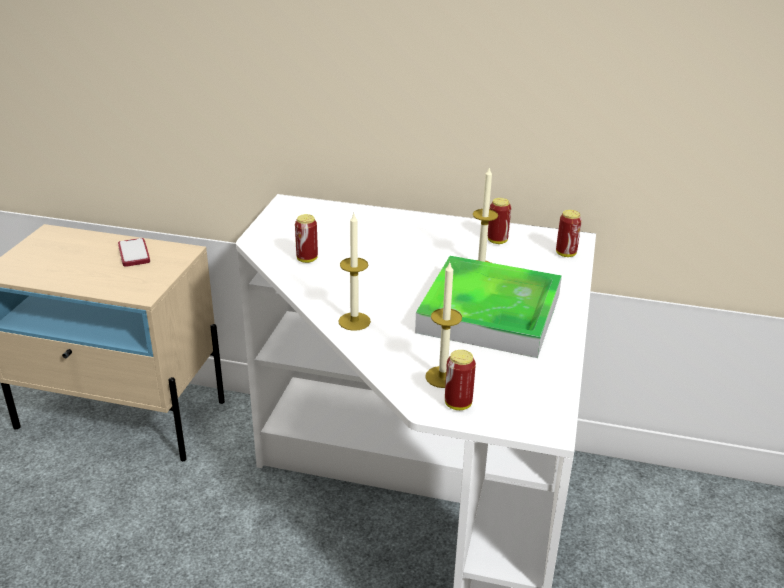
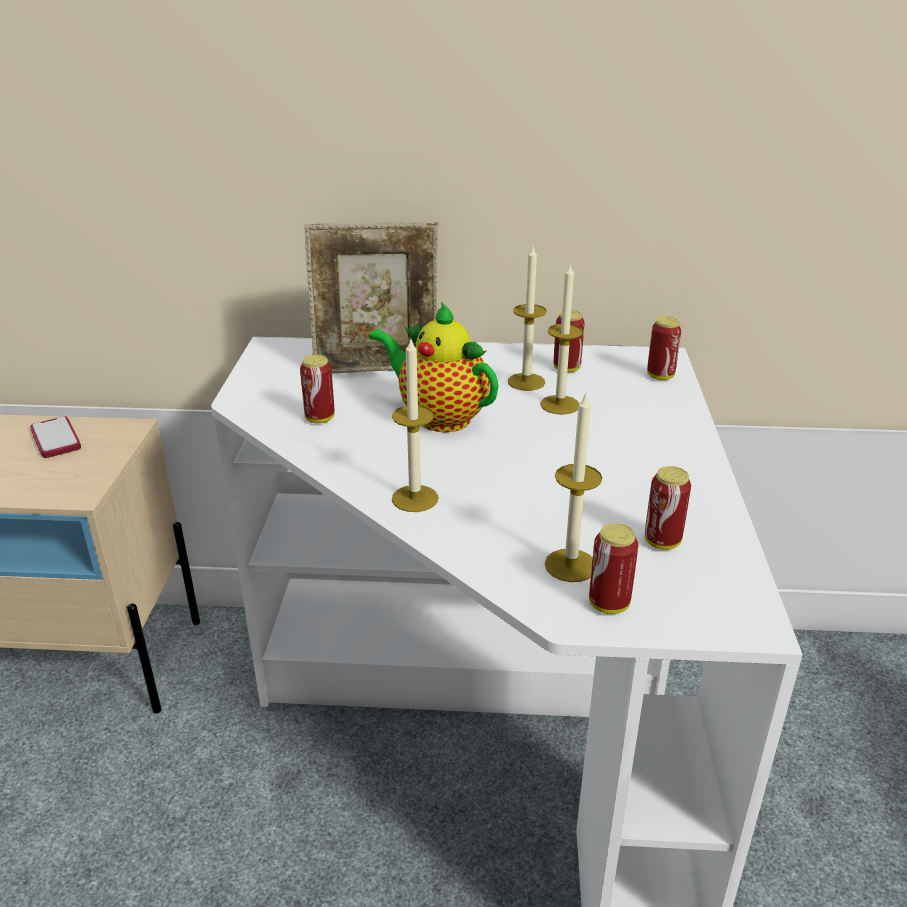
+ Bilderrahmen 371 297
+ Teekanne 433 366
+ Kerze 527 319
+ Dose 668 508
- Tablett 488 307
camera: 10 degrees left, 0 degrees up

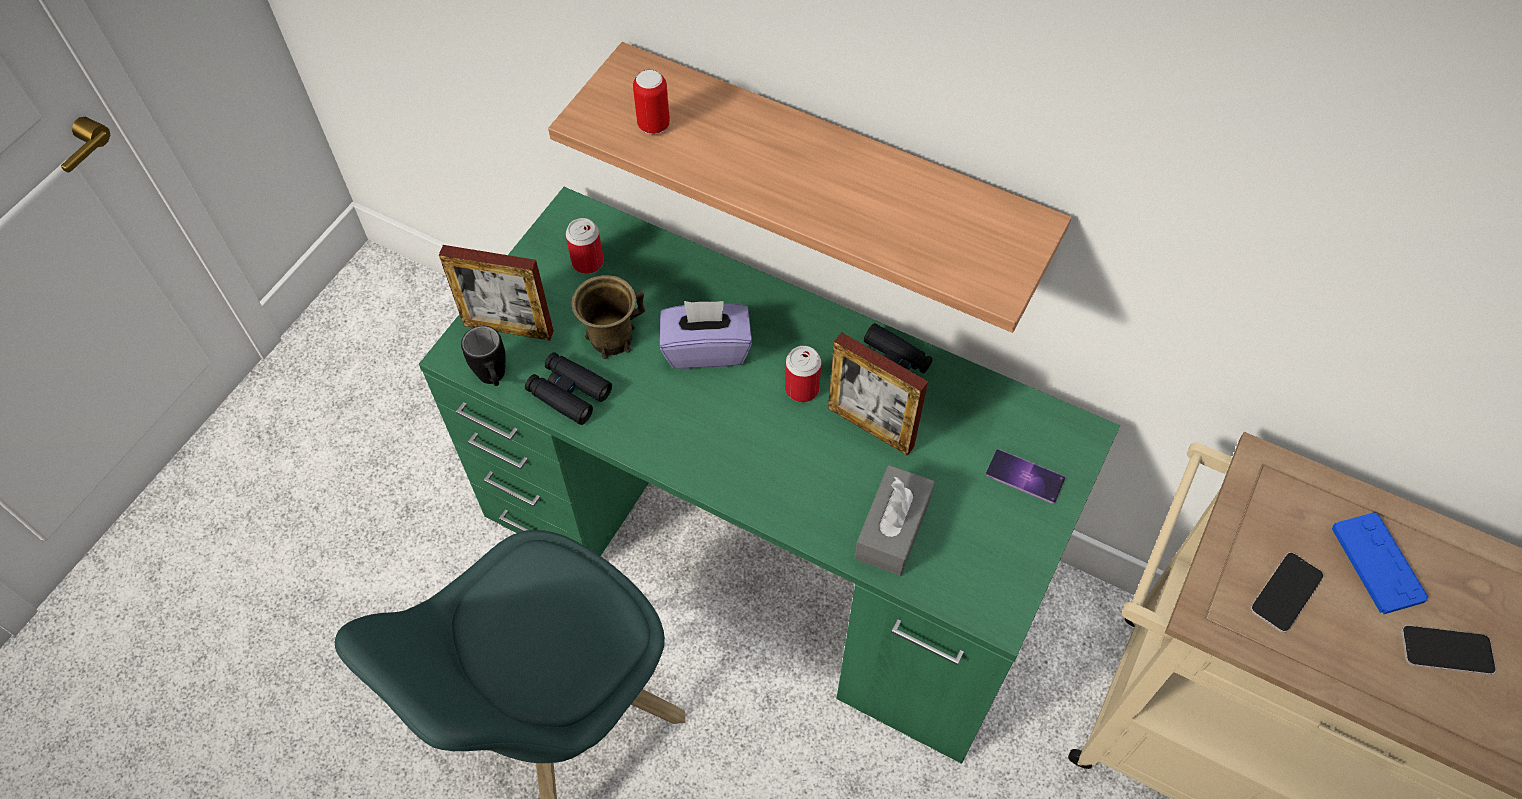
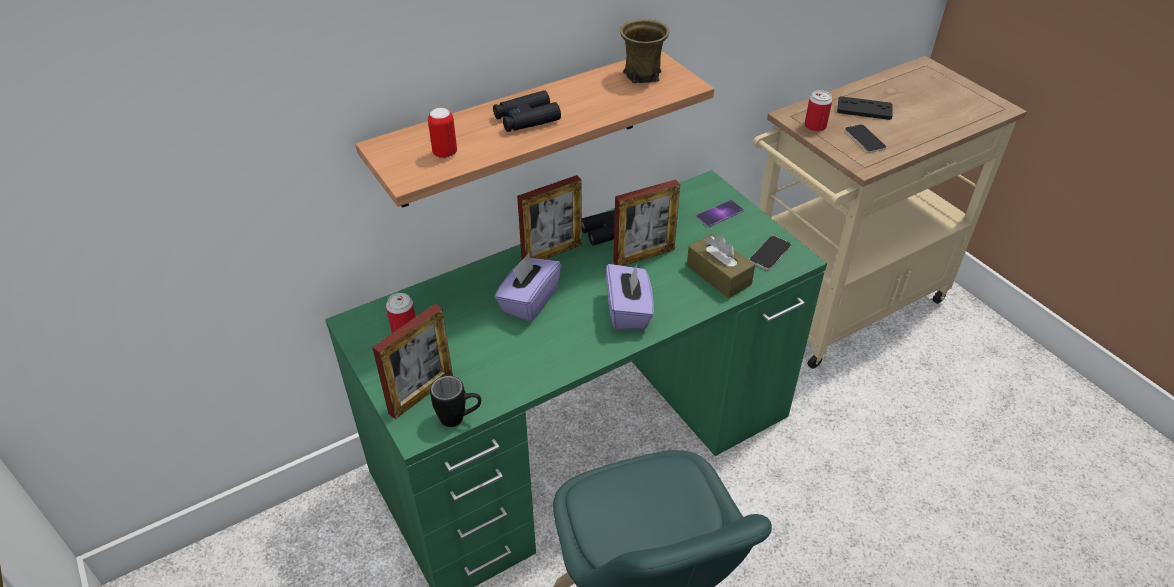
~ Fernglas (schwarz) 568 388 to 527 111
+ Bilderrahmen 549 217
+ Taschentuchbox (lila) 630 297
~ Henkelbecher (braun) 608 317 to 645 51
~ Taschentuchbox (grau) 895 520 to Taschentuchbox (braun) 721 266
~ Handy 1448 650 to 770 253
~ Dose 803 374 to 818 111
~ Gamepad (blau) 1380 563 to Gamepad (schwarz) 865 108
camera: 60 degrees left, 15 degrees down

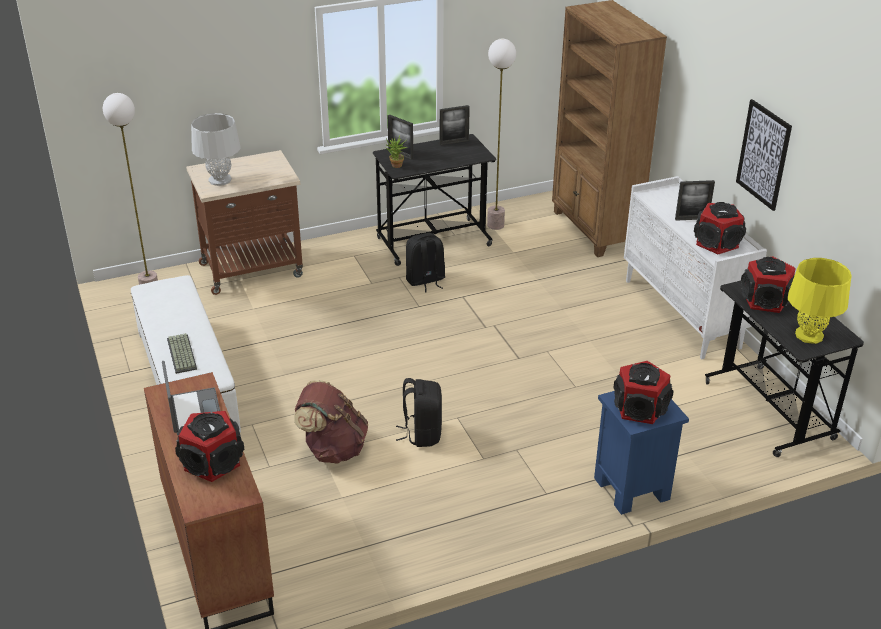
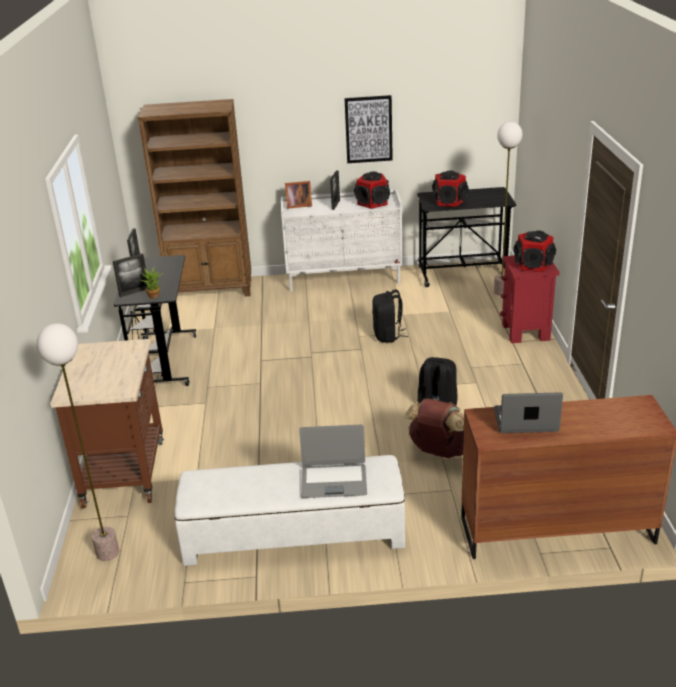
+ Bilderrahmen 298 195
~ Tastatur 182 353 to Laptop 333 461
~ Rucksack (schwarz) 425 263 to 390 316
~ Stehlampe 501 134 to 508 208
~ Nachttisch (blau) 641 453 to Nachttisch (rot) 530 299
- Lautsprecher 209 446
- Tischlampe (grau) 216 149
- Tischlampe (gelb) 819 301
camera: 70 degrees left, 5 degrees down

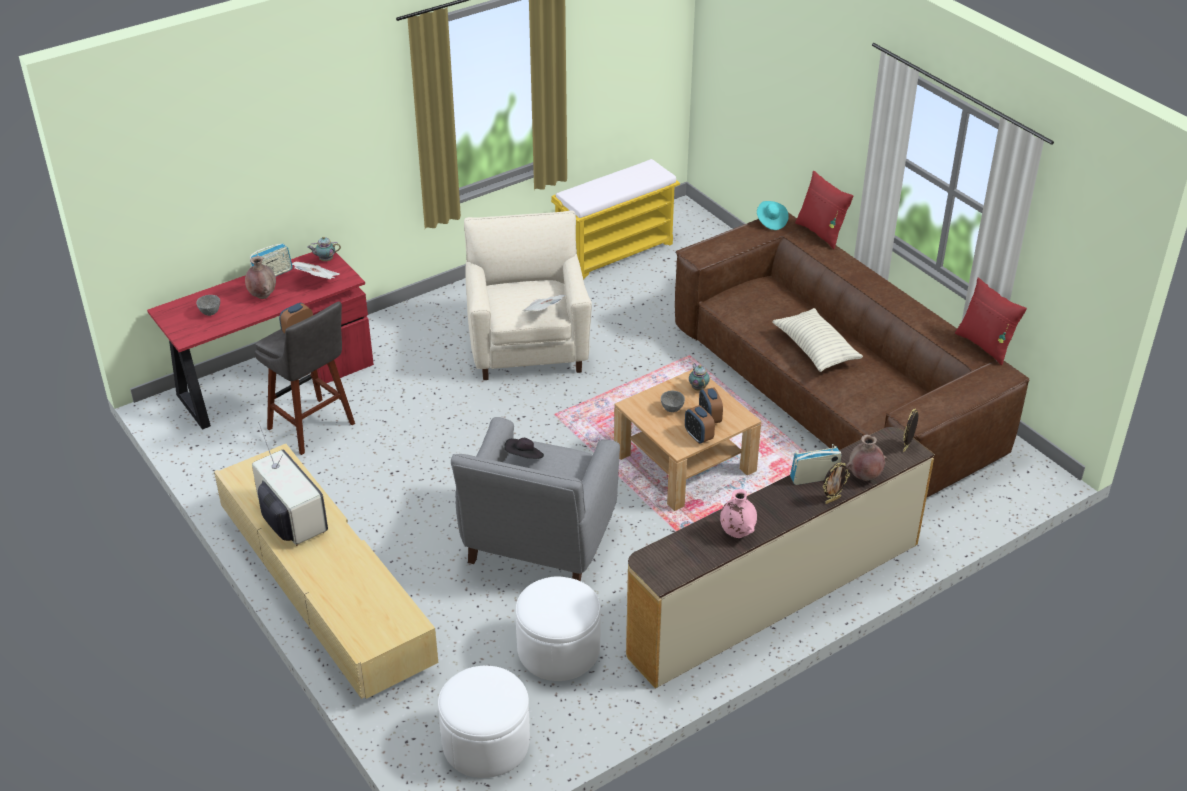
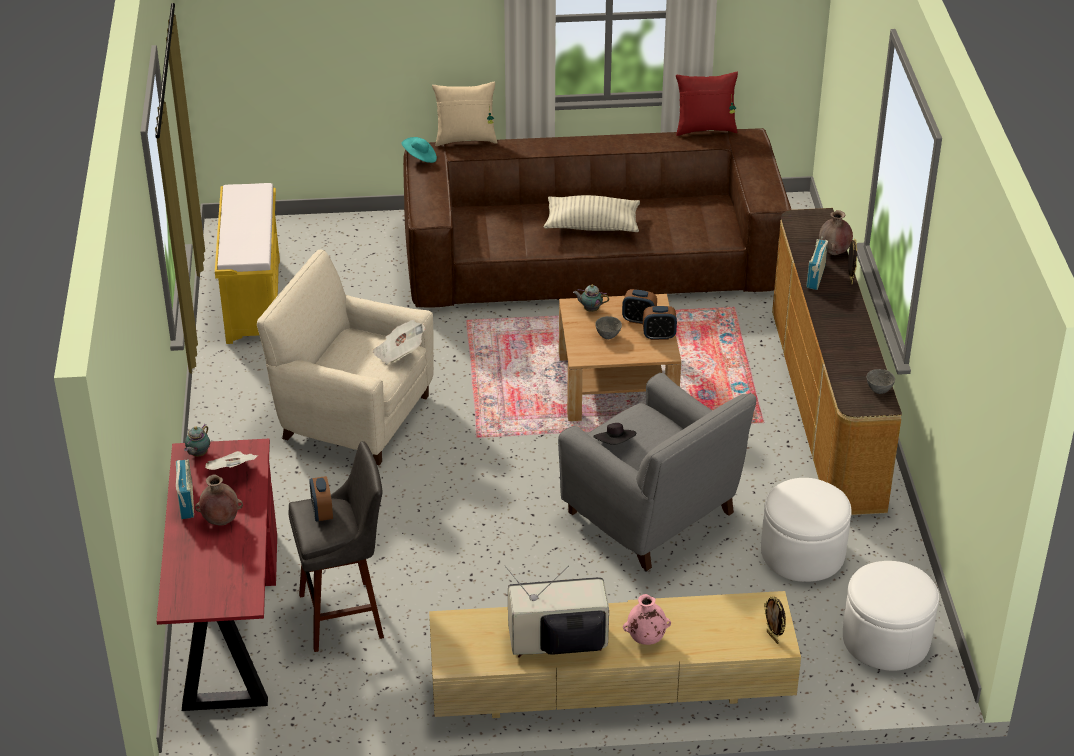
~ Kissen (rot) 824 210 to Kissen (beige) 465 114
~ Vase (rosa) 738 513 to 647 619
~ Bilderrahmen 910 430 to 775 620
~ Schüssel (grau) 208 305 to 881 381
camera: 60 degrees left, 0 degrees up

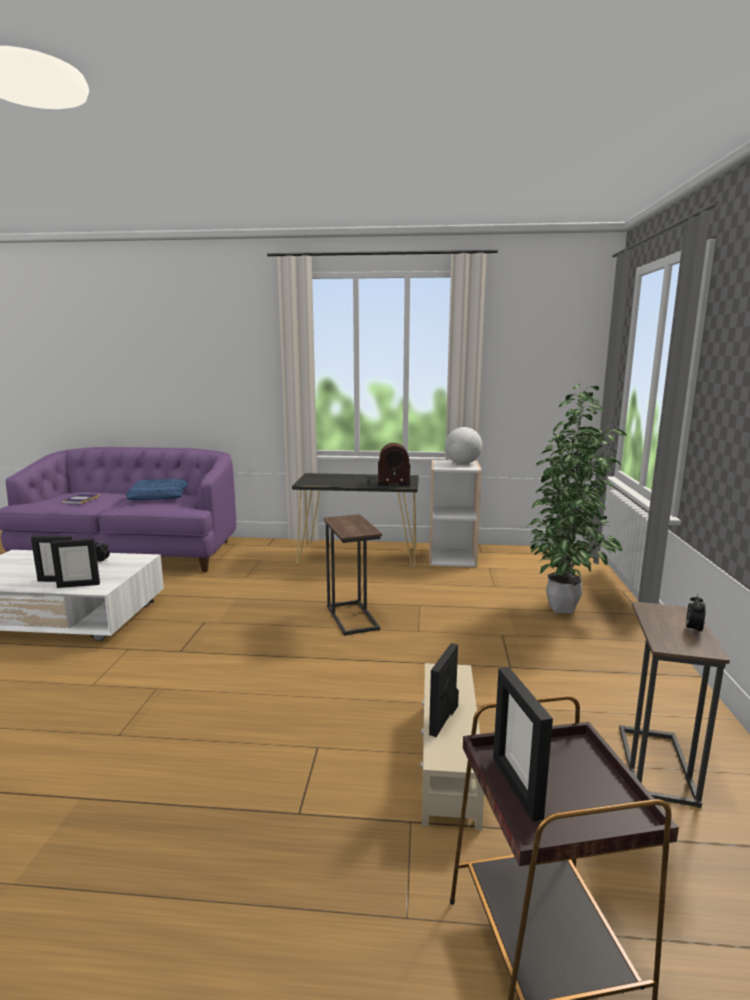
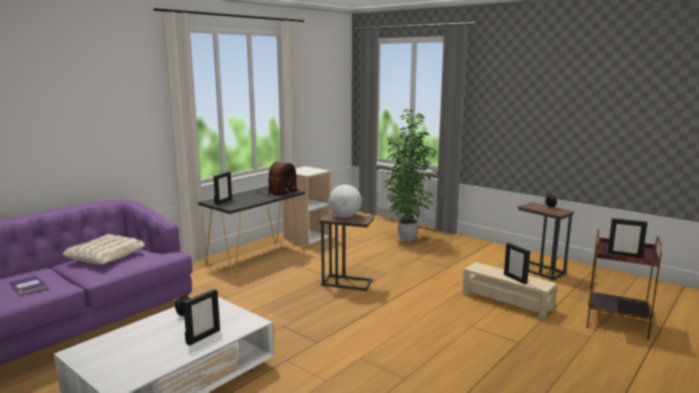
~ Kissen (blau) 157 489 to Kissen (beige) 104 249
~ Bilderrahmen 75 563 to 222 188
~ Globus 463 445 to 345 201
camera: 55 degrees left, 0 degrees up

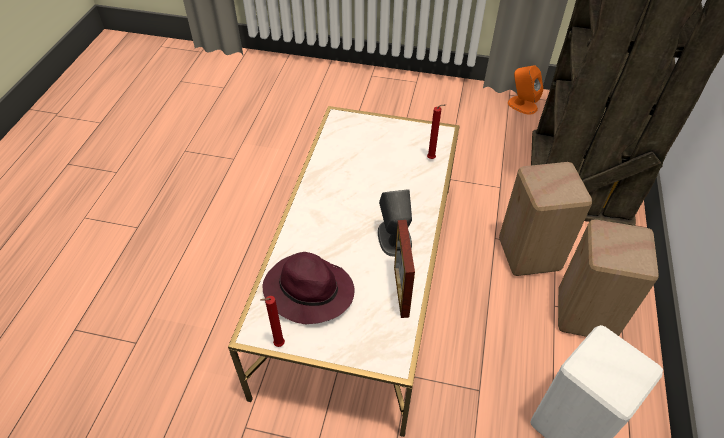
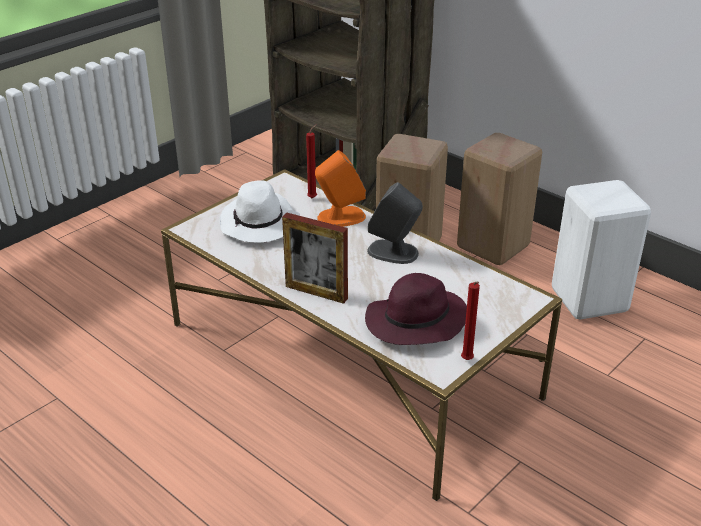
+ Hut (weiß) 260 211
~ Bilderrahmen 404 269 to 315 258
~ Lautsprecher (orange) 526 90 to 340 188
camera: 60 degrees left, 15 degrees down

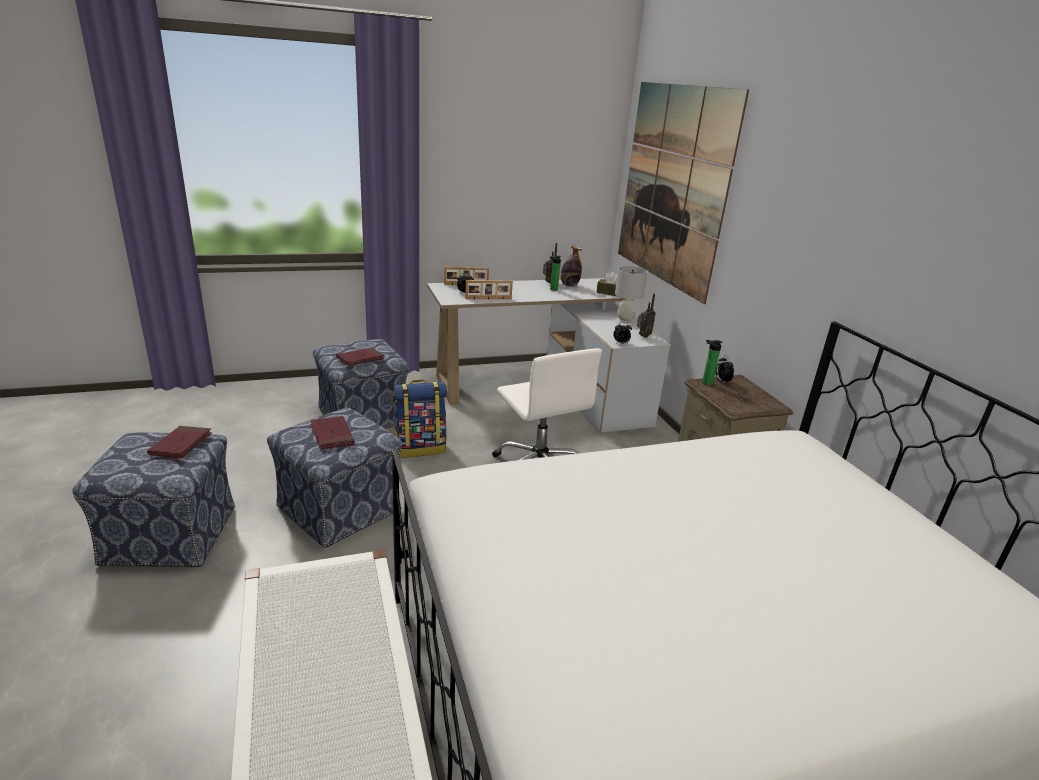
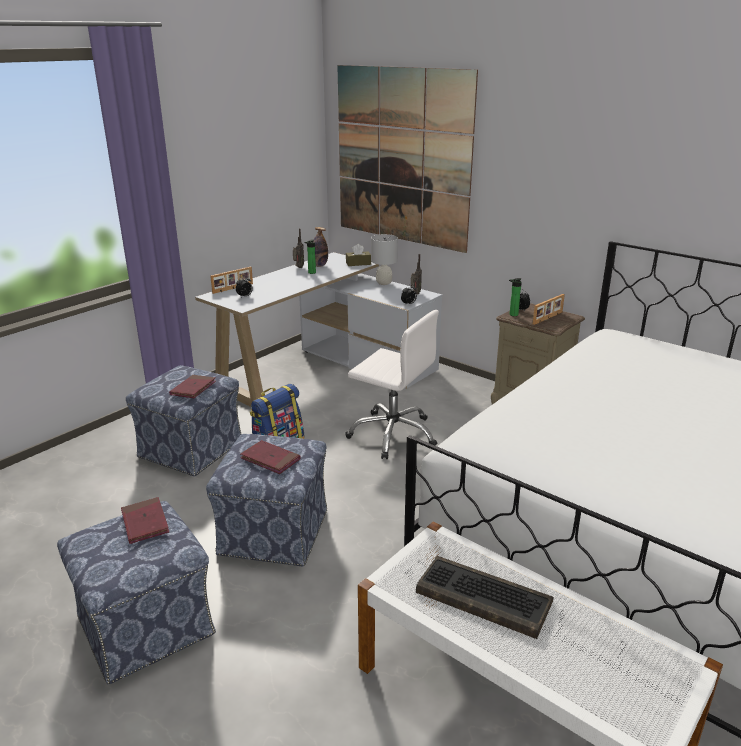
+ Tastatur 484 597
~ Bilderrahmen 489 289 to 549 309
camera: 30 degrees left, 0 degrees up

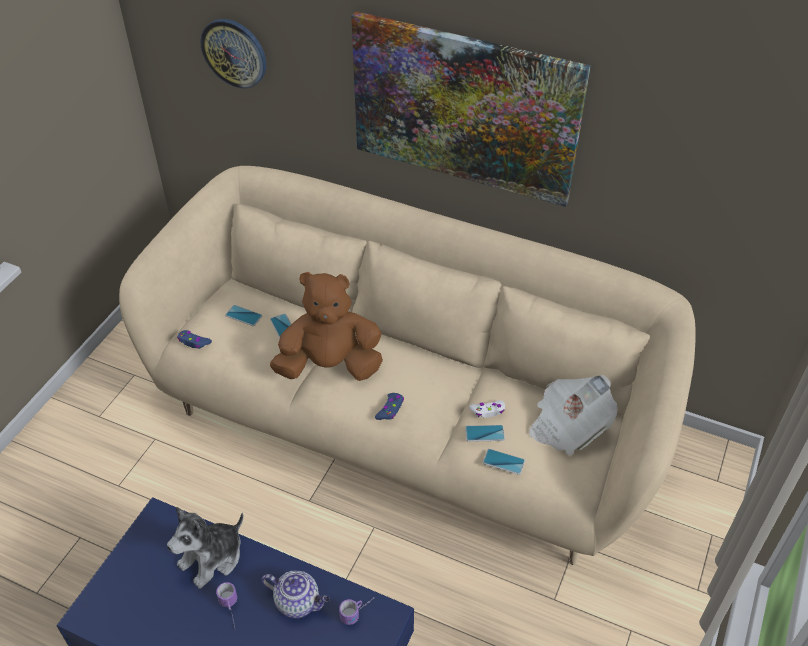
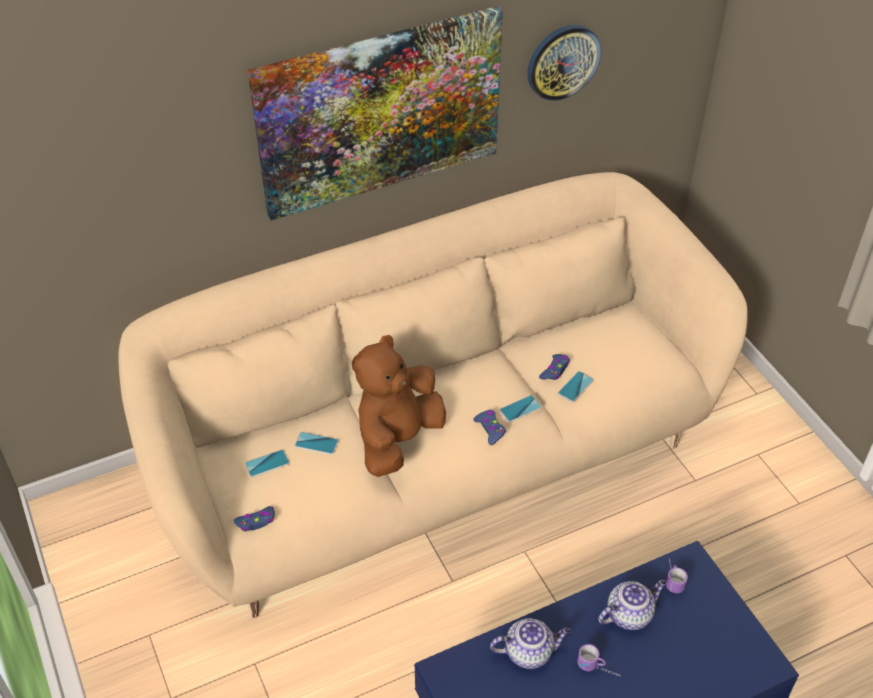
~ Plüschtier 205 548 to Teekanne 530 643
~ Handy 504 462 to 520 409
~ Wanduhr 233 53 to 564 63
~ Gamepad (weiß) 487 409 to Gamepad (blau) 554 367
- Zeitung 573 415
camera: 50 degrees left, 0 degrees up

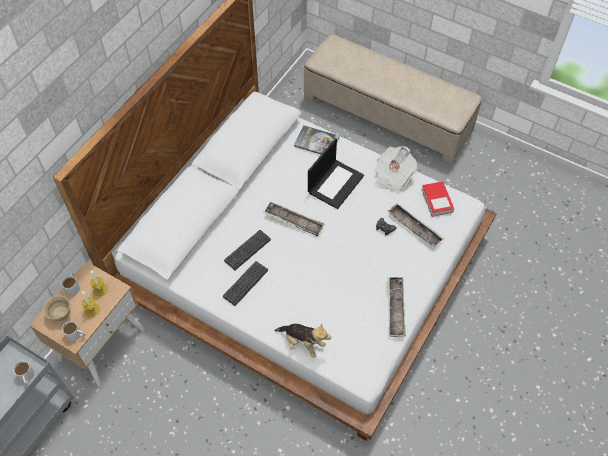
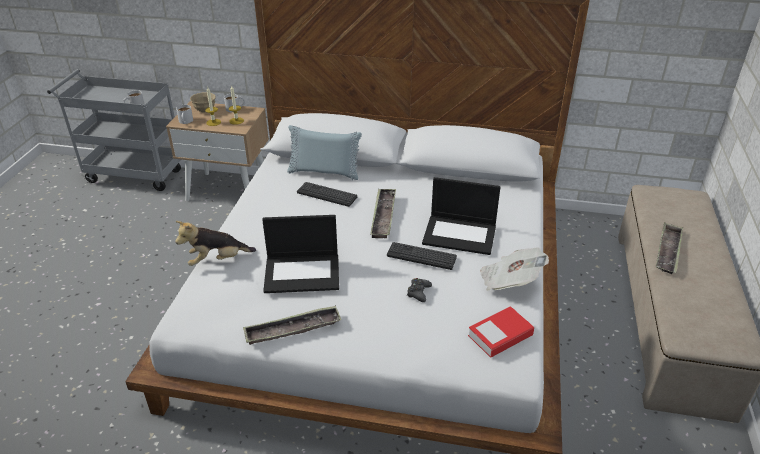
~ Plüschtier 302 340 = 215 243 60 degrees clockwise
+ Laptop 300 254
+ Kissen (blau) 324 152
~ Tastatur 245 283 to 422 256
~ Tablett 416 225 to 669 248
- Buch 317 139
camera: 70 degrees right, 20 degrees down

